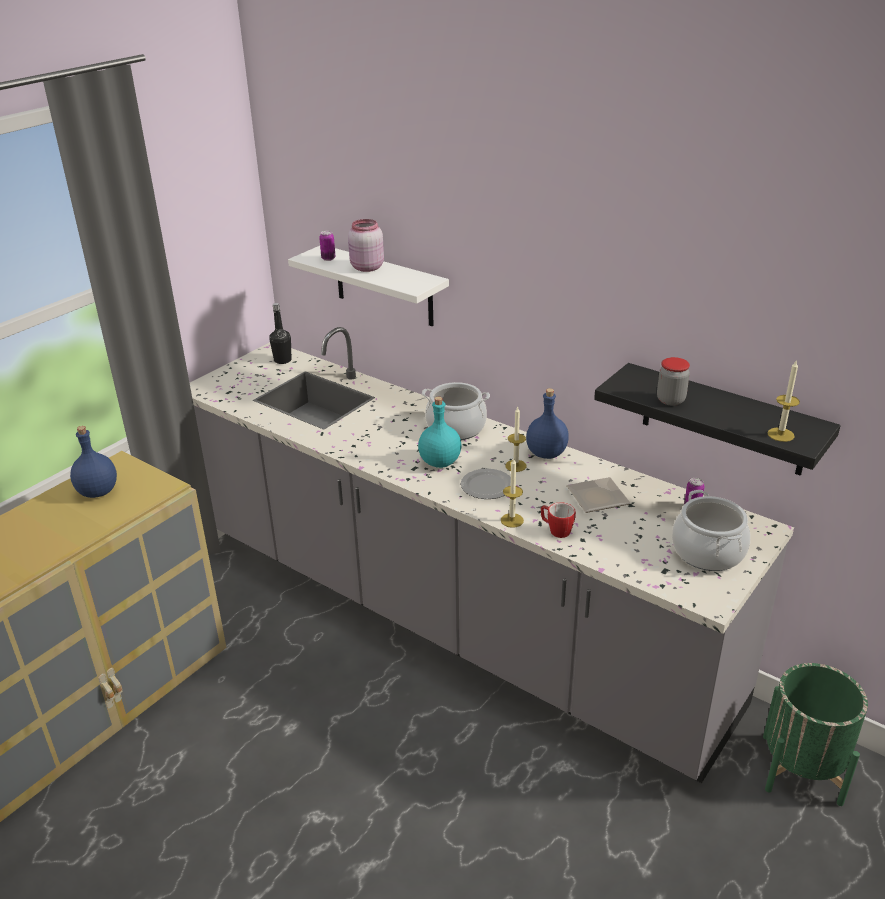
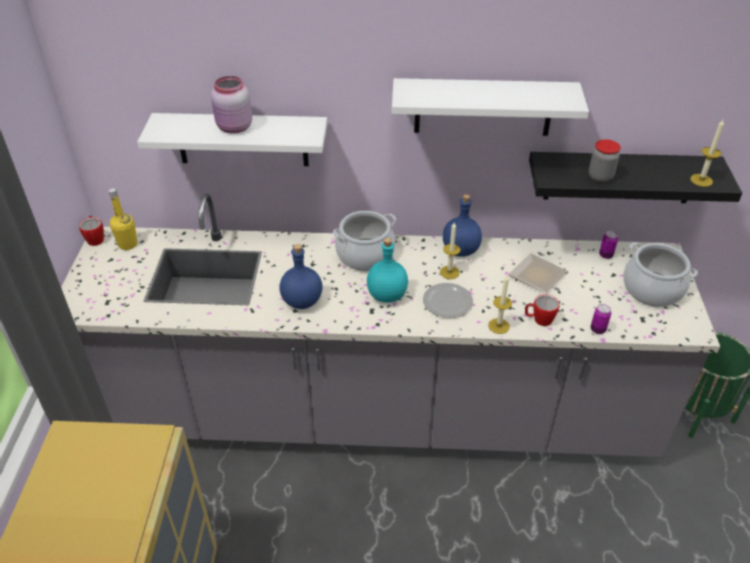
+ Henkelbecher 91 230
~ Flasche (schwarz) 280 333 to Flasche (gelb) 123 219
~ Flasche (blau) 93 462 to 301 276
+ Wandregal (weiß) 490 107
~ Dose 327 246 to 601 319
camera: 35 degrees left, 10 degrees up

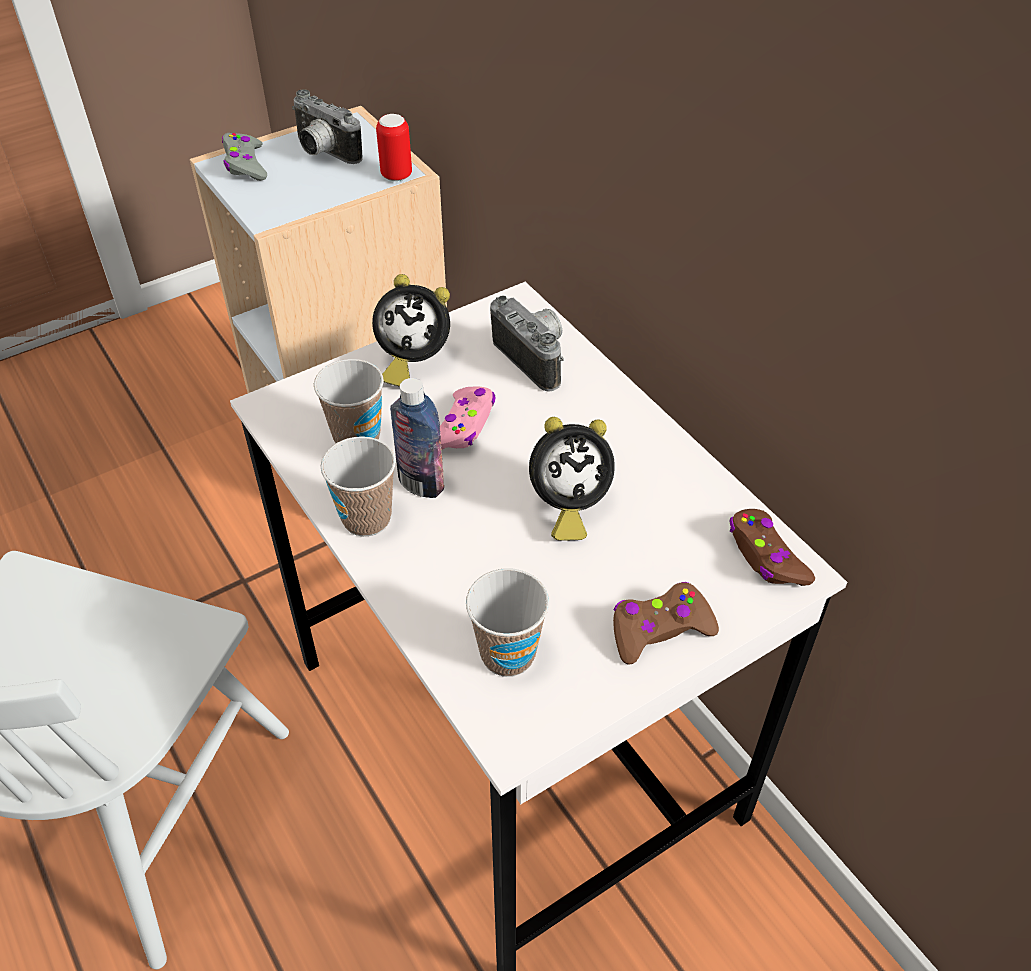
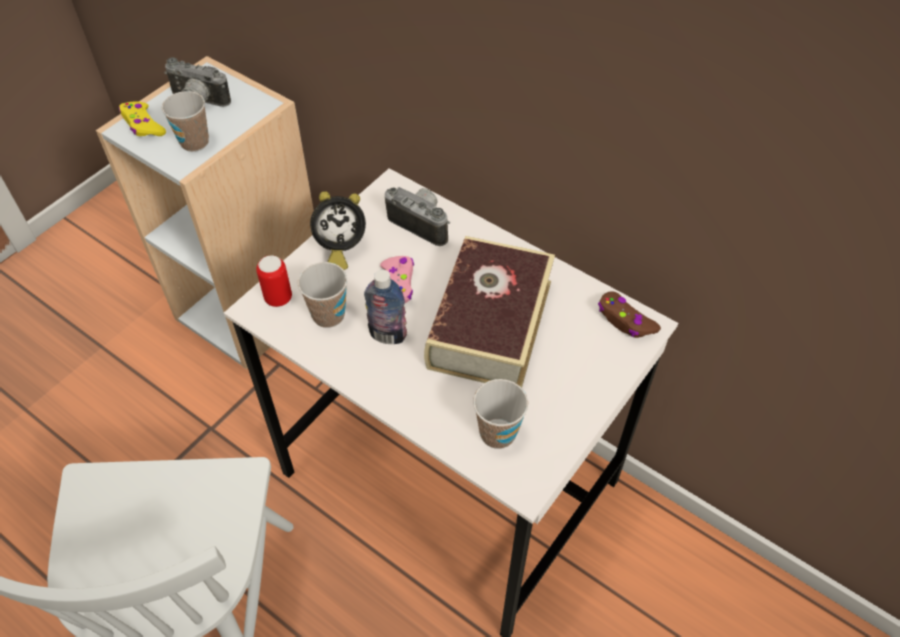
~ Gamepad (grau) 244 157 to Gamepad (gelb) 142 118
~ Tasse 358 486 to 185 121
~ Dose 394 147 to 274 281
~ Wecker 572 478 to Buch 489 312
- Gamepad (braun) 666 623
camera: 20 degrees left, 5 degrees up

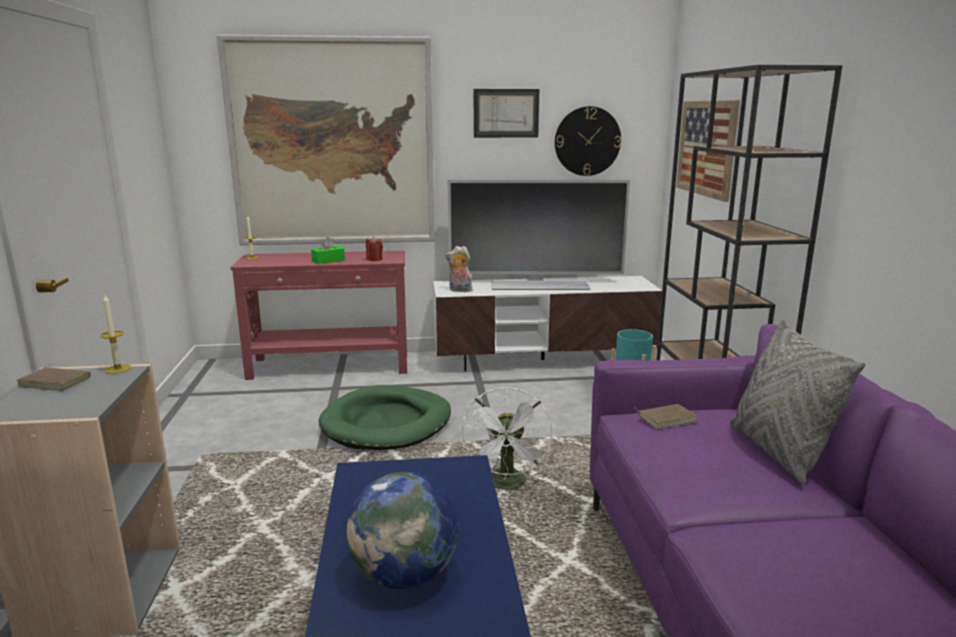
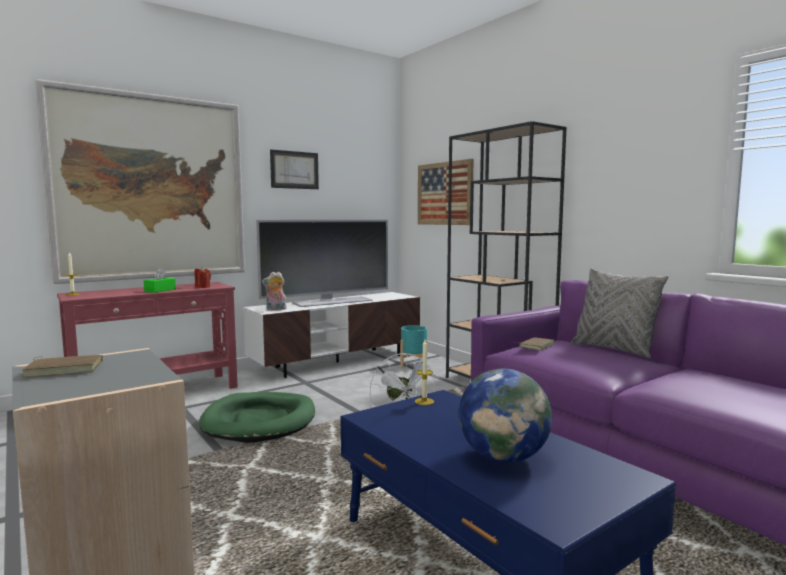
~ Kerze 115 334 to 424 372
- Wanduhr 588 141
camera: 30 degrees left, 10 degrees down

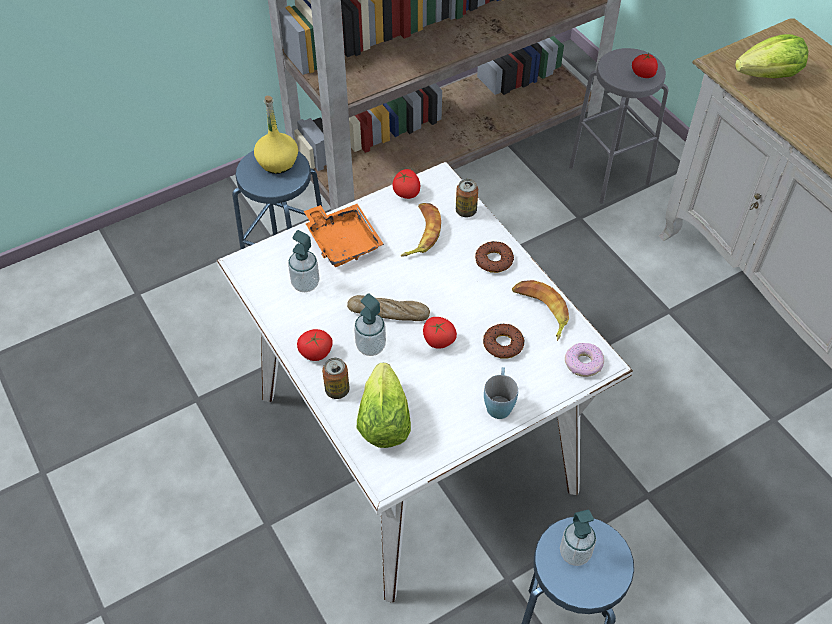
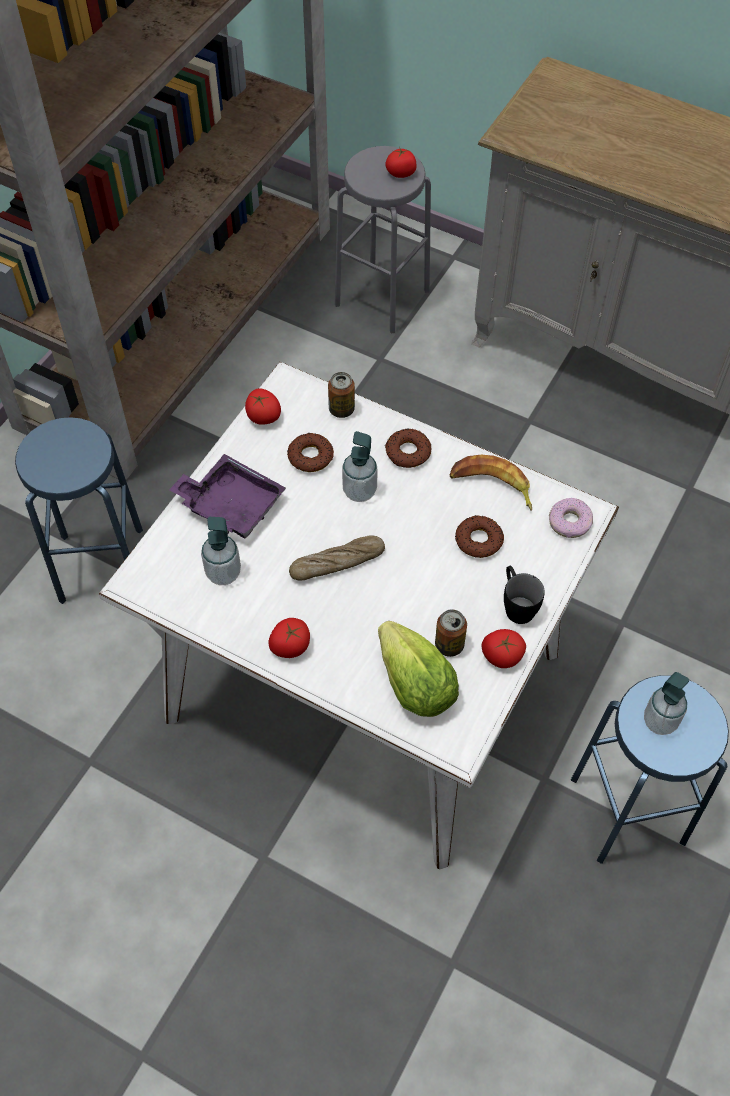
~ Tablett (orange) 344 235 to Tablett (lila) 227 496
~ Banane 421 230 to Donut 310 452
~ Seifenspender 370 324 to 359 466
~ Dose 336 378 to 451 633
~ Tomate 440 333 to 504 648
~ Henkelbecher (blau) 501 393 to Henkelbecher (schwarz) 524 595
- Flasche (gelb) 276 135
- Salatkopf 771 56
camera: 30 degrees left, 5 degrees up

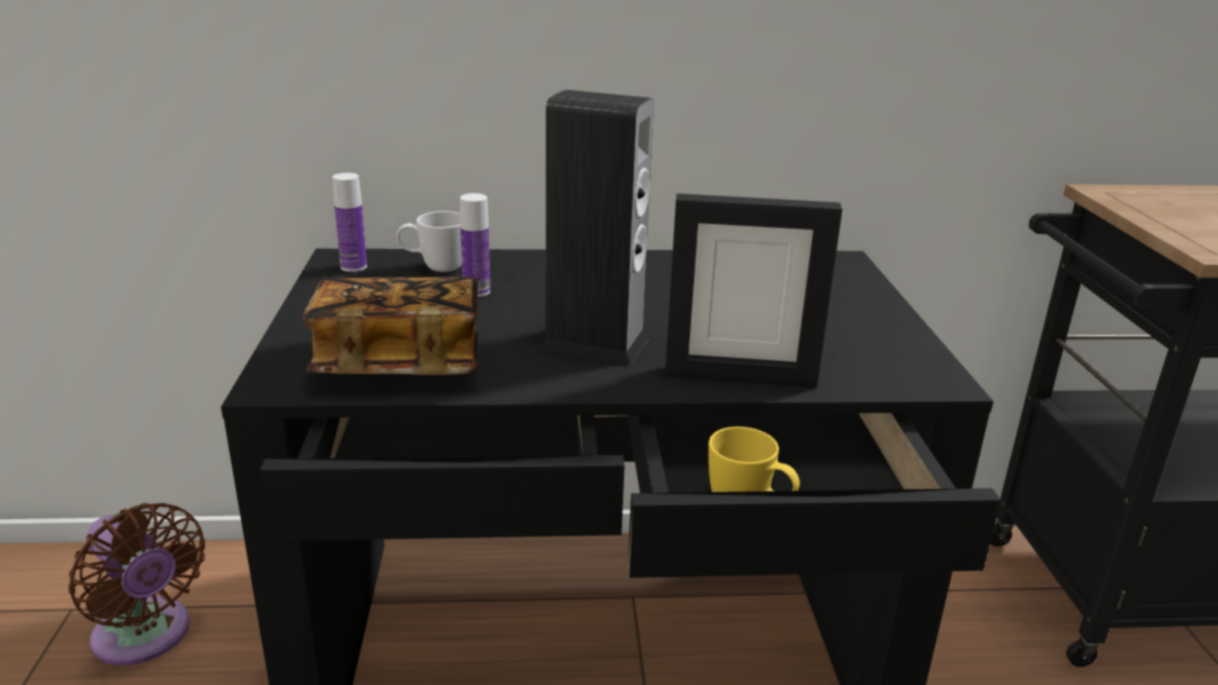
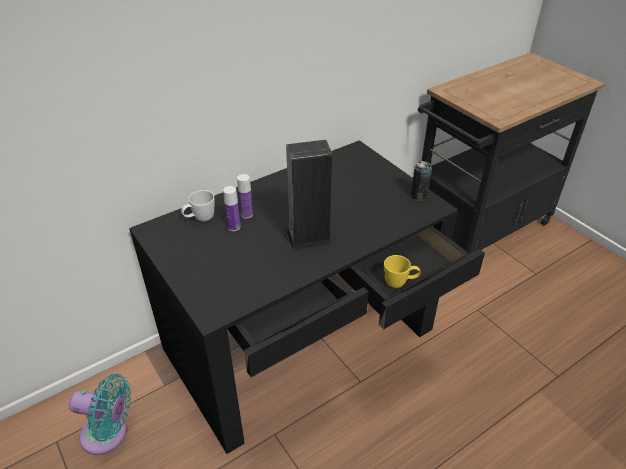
~ Ventilator (braun) 136 584 to Ventilator (türkis) 100 414
~ Flasche 349 222 to 245 196
+ Dose 421 180
- Buch 390 325
- Bilderrahmen 753 290
camera: 30 degrees left, 15 degrees up

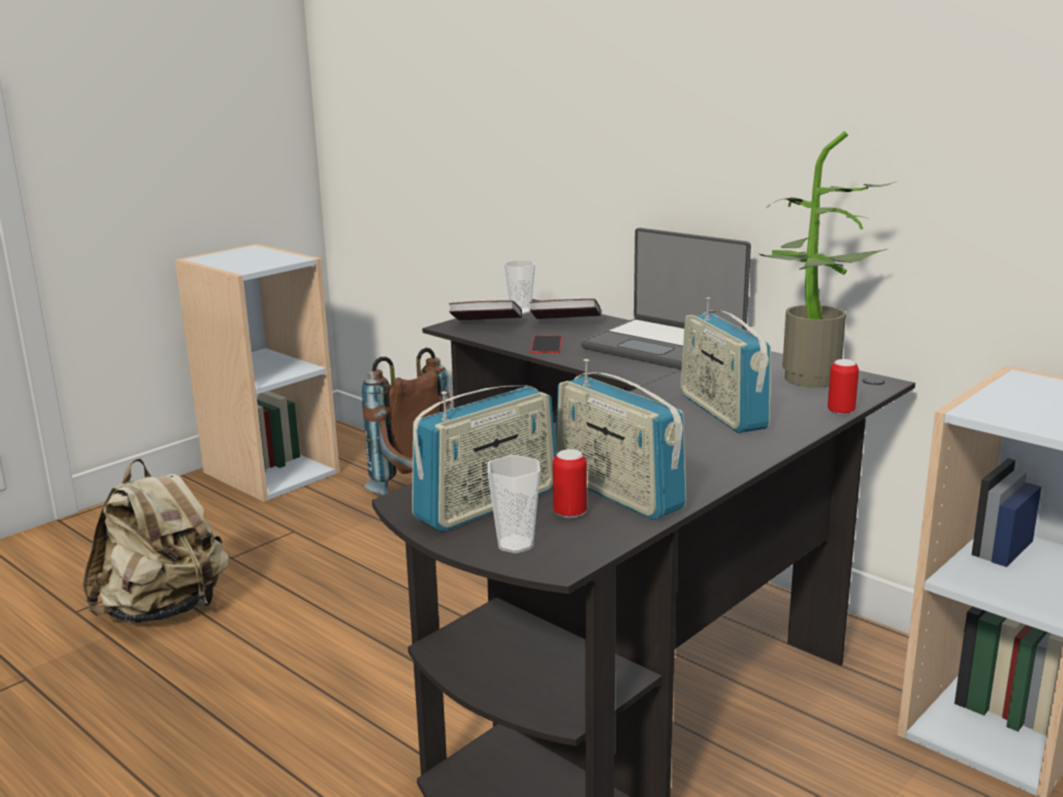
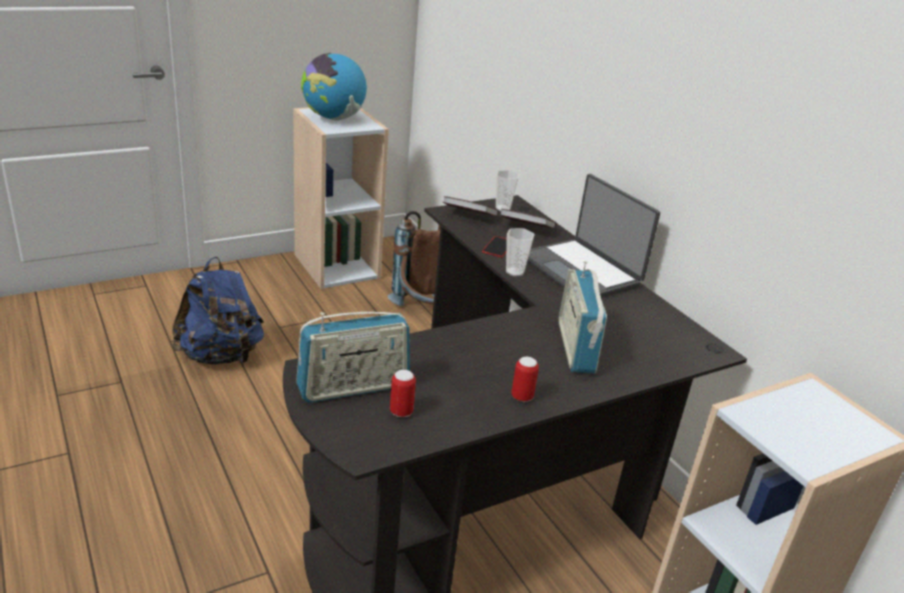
~ Rucksack (beige) 156 541 to Rucksack (blau) 218 311
+ Globus 334 87
~ Tasse 513 504 to 520 252
~ Dose 843 387 to 525 379
- Radio 620 439
- Topfpflanze 827 259
camera: 15 degrees right, 10 degrees up

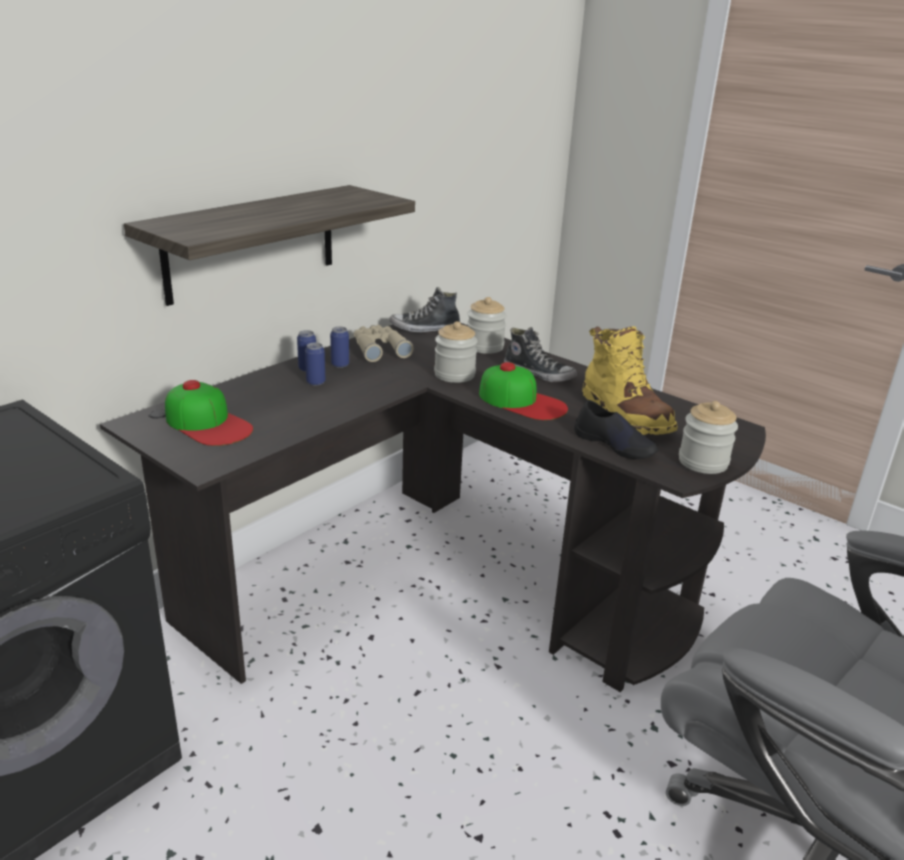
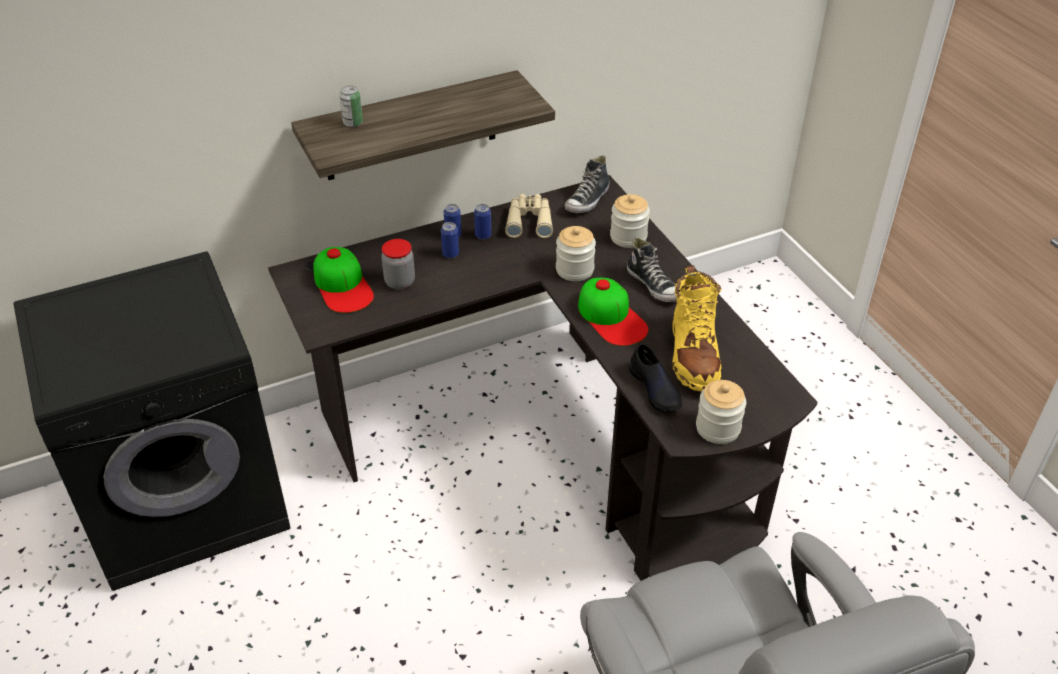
+ Dose 351 106
+ Vorratsglas 398 264
~ Schuh 424 309 = 587 184 75 degrees counterclockwise
camera: 25 degrees right, 15 degrees up

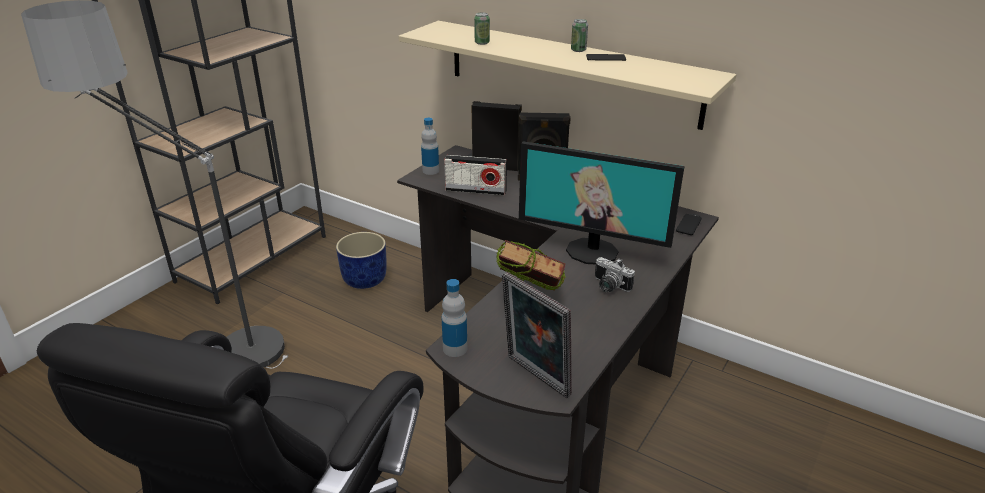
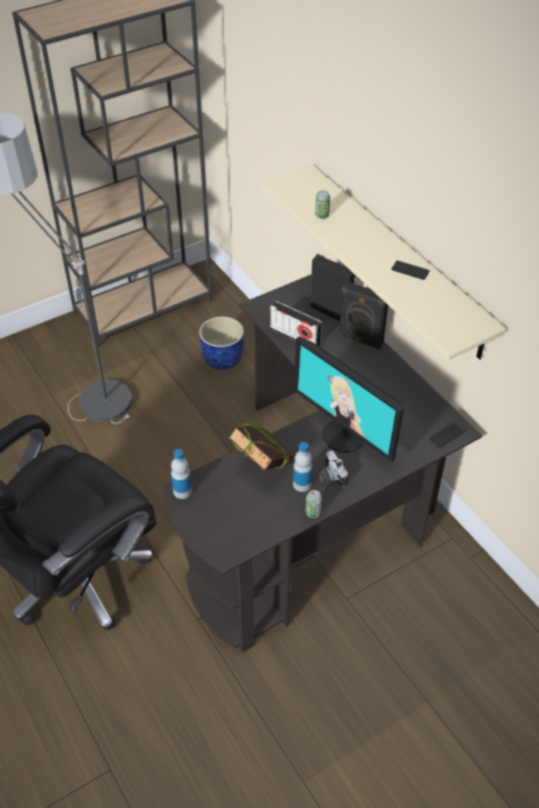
~ Flasche 430 146 to 302 467
~ Dose 579 35 to 313 504
- Bilderrahmen 537 335
camera: 25 degrees right, 15 degrees up

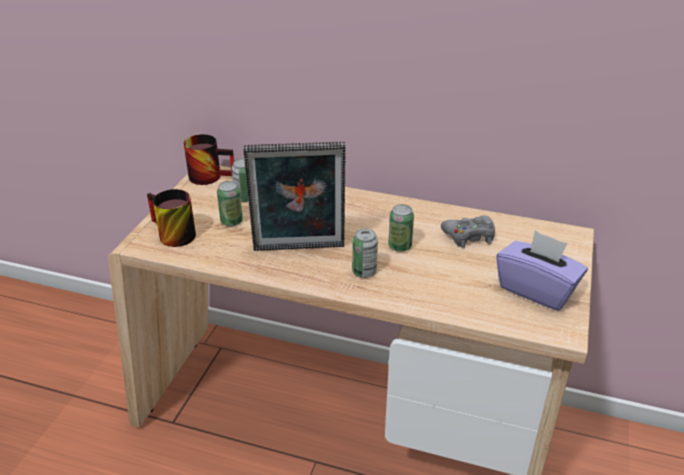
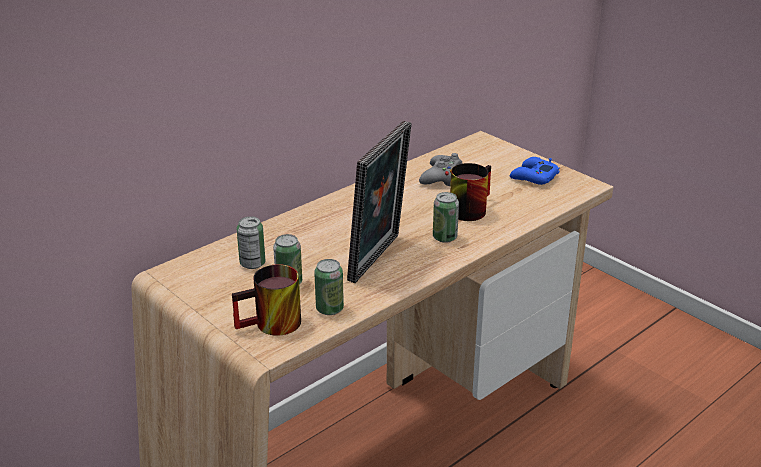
~ Dose 401 228 to 329 287
~ Henkelbecher 209 159 to 470 192
~ Taschentuchbox (lila) 542 271 to Gamepad (blau) 535 171
camera: 60 degrees left, 5 degrees down

